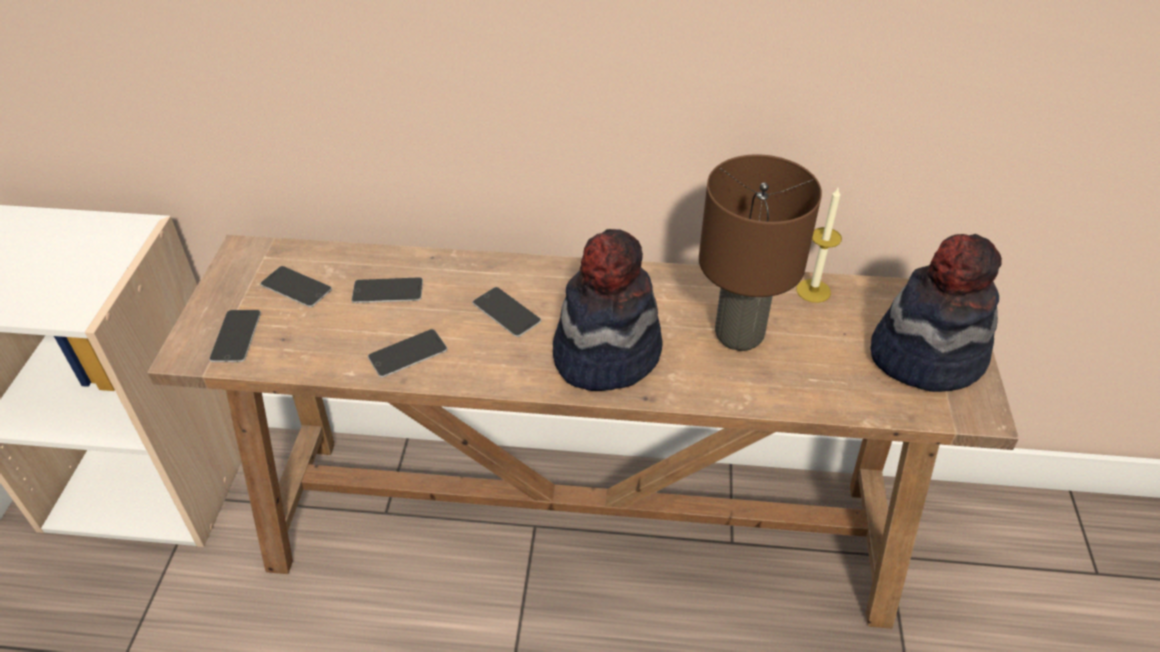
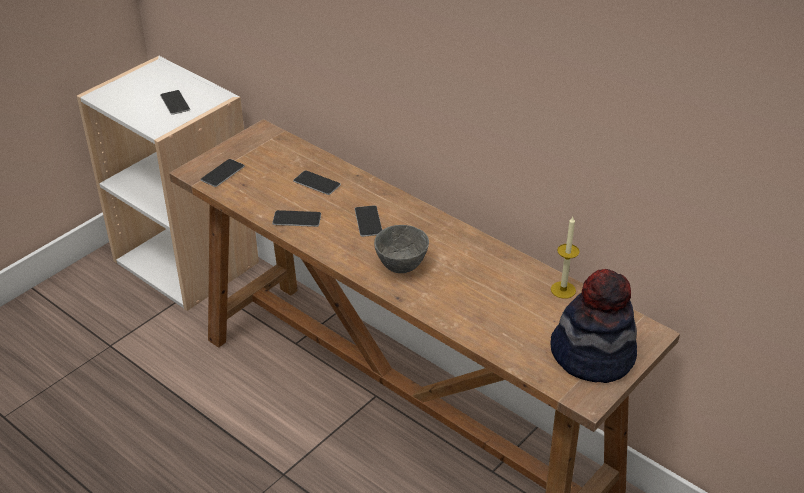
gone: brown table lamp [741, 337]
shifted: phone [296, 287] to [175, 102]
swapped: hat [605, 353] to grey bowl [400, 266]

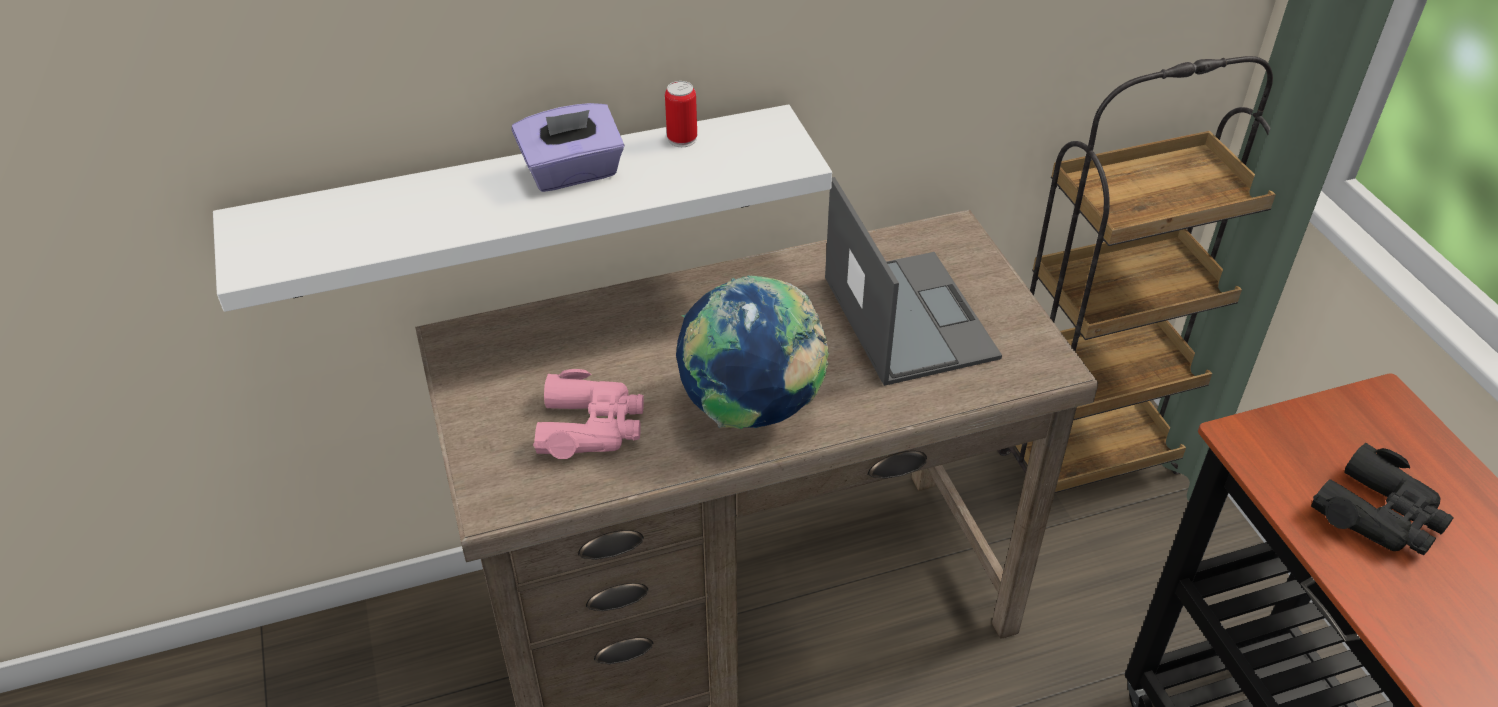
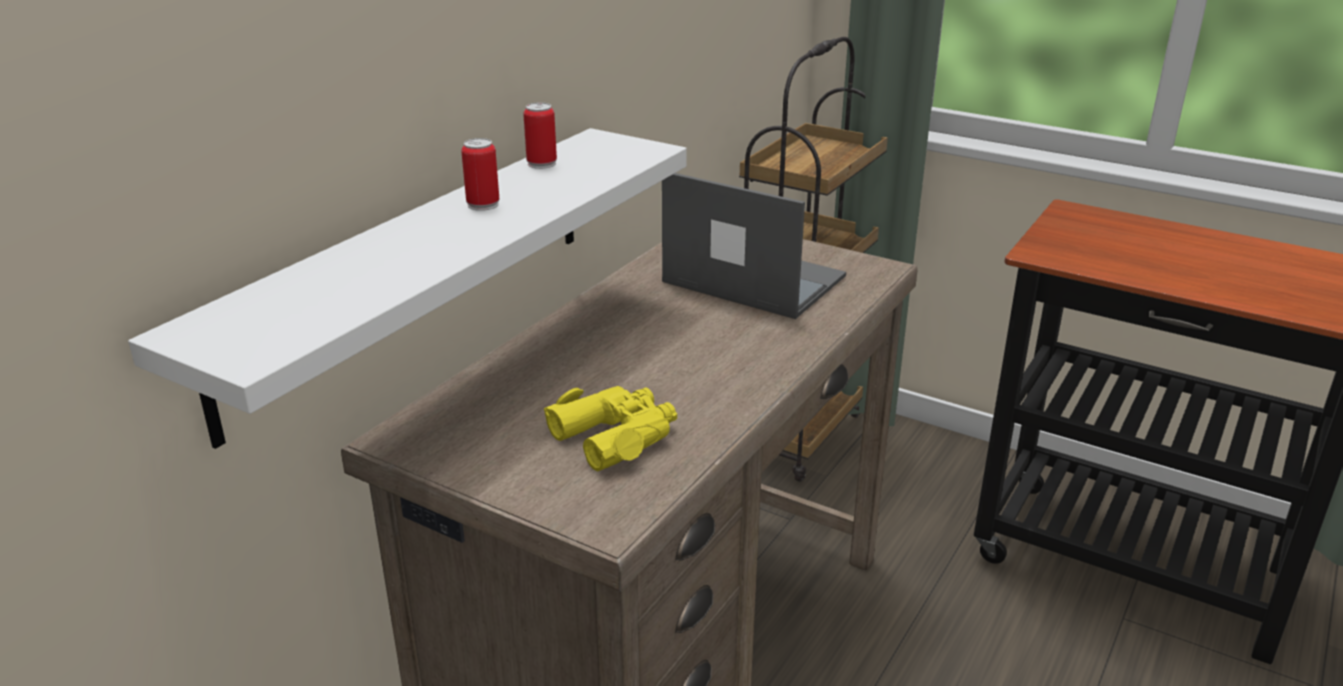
gone: globe [751, 409]; black binoculars [1379, 515]
swapped: purple tissue box [572, 173] to can [483, 204]
repainted: pink binoculars [591, 426] to yellow binoculars [616, 435]

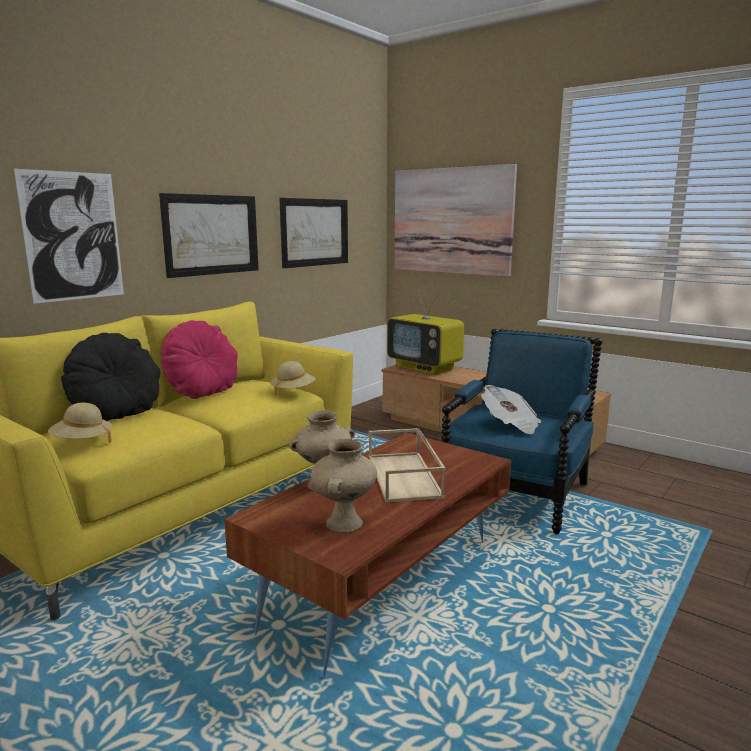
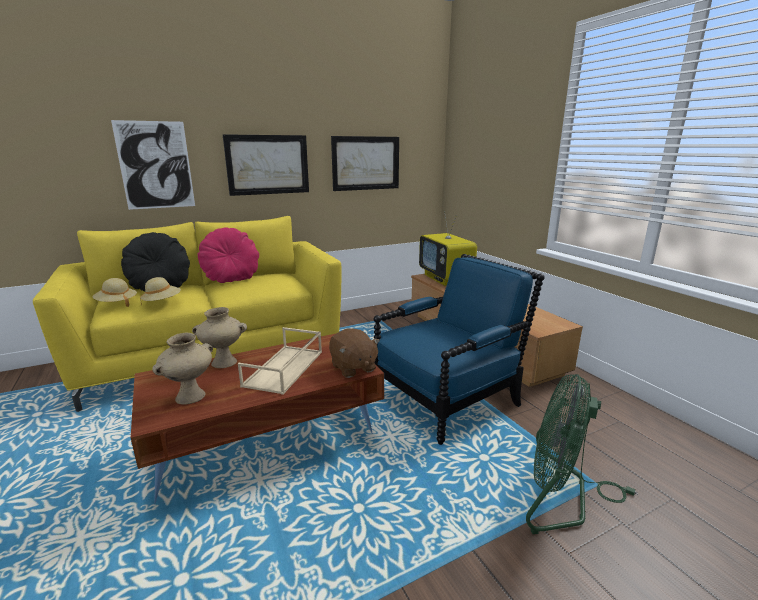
gone: picture [451, 221]; newspaper [510, 425]
new: brown plush toy [353, 367]; green fan [563, 492]
shifted: beige hat [293, 391] to [162, 302]

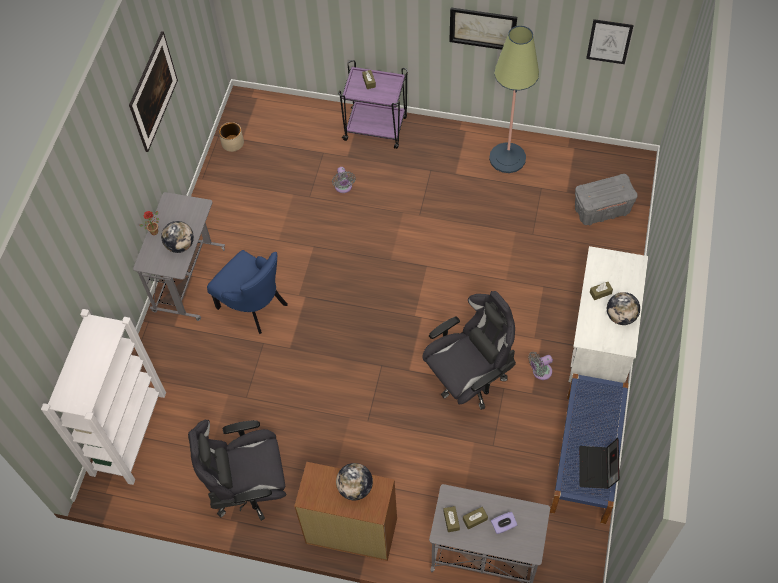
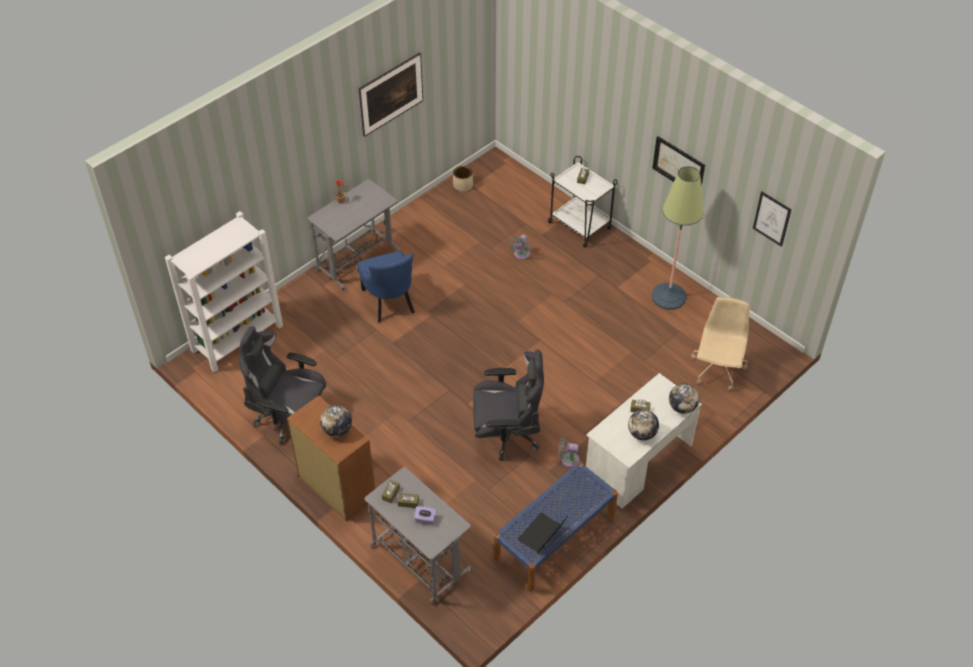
shifted: globe [180, 245] to [682, 407]
swapped: grey storage box [602, 210] to beige office chair [717, 372]
repainted: purple cart [376, 129] to white cart [580, 226]

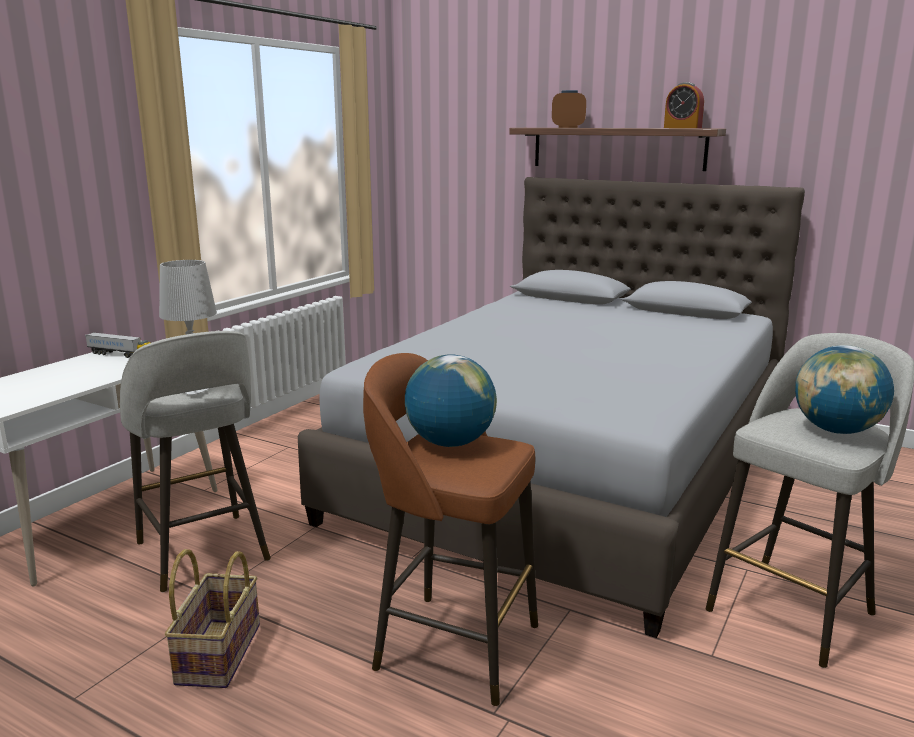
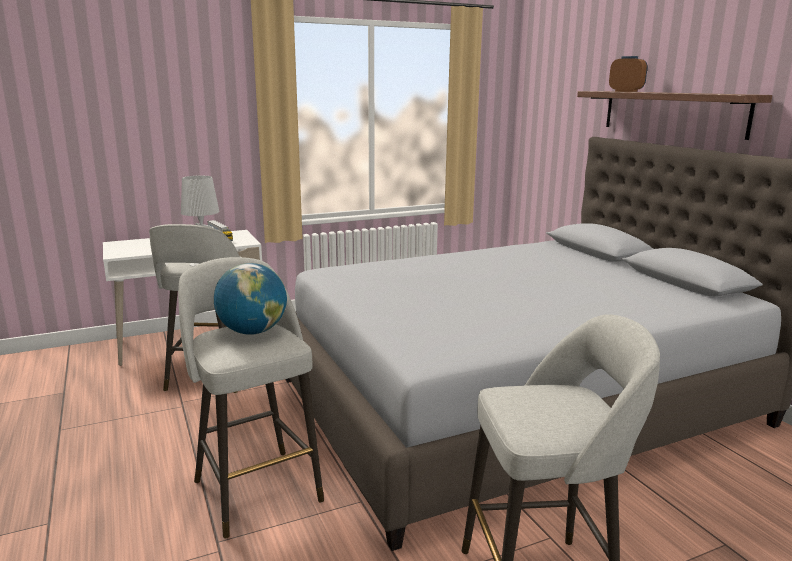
gone: basket [217, 653]; alarm clock [682, 128]; globe [836, 430]
repainted: brown stool [453, 645] to grey stool [256, 488]

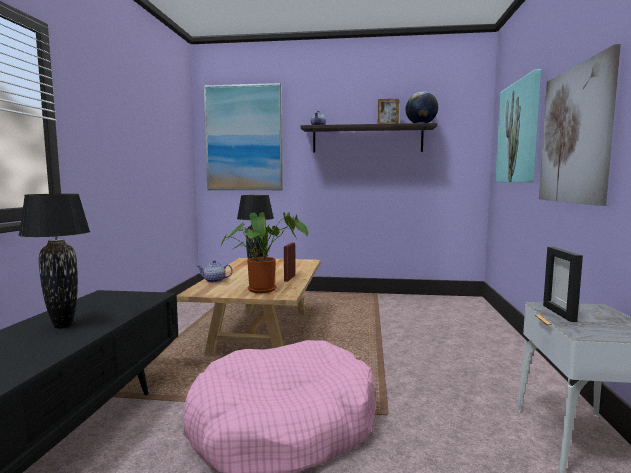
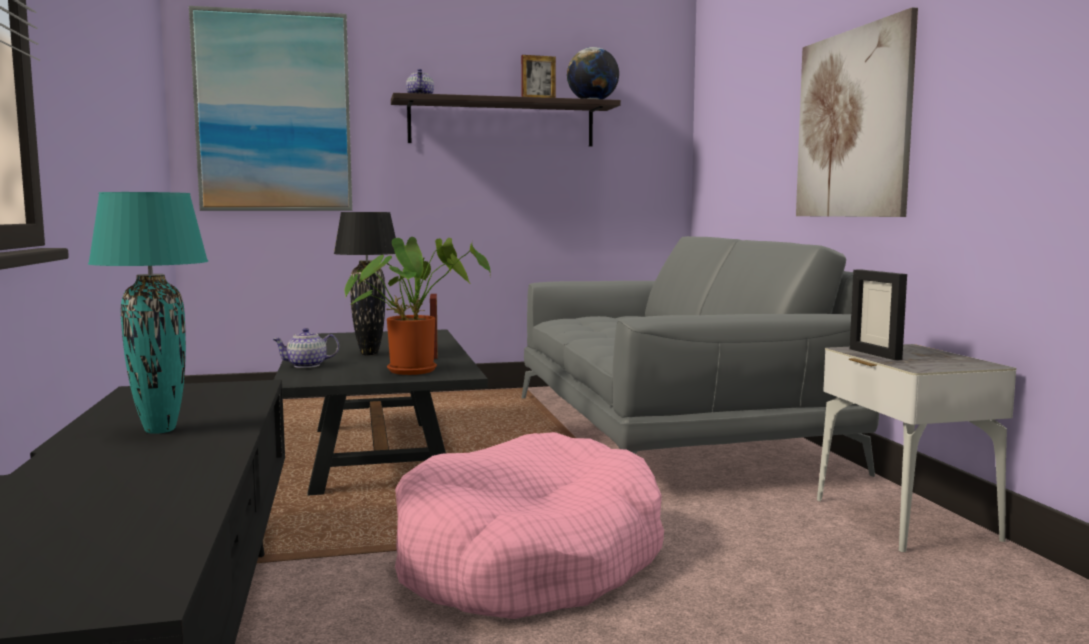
gone: picture [519, 132]
new: grey sofa [669, 432]
repainted: black table lamp [62, 326] to turquoise table lamp [160, 430]; beige coffee table [262, 331] to black coffee table [379, 455]

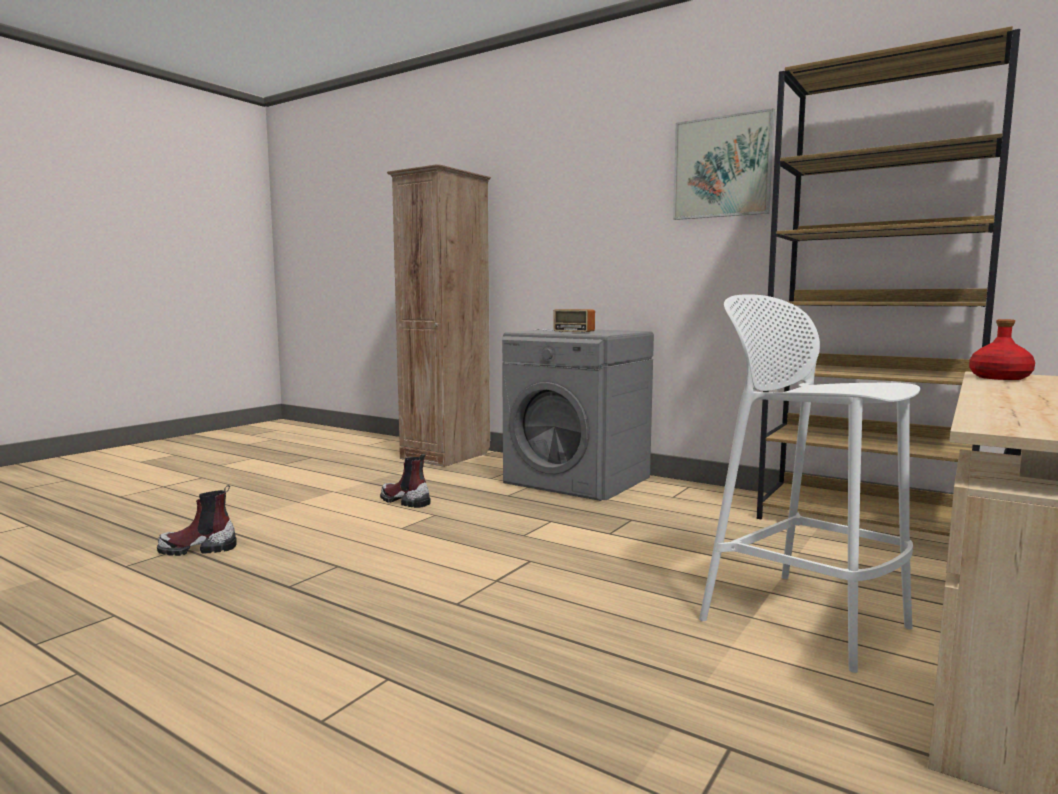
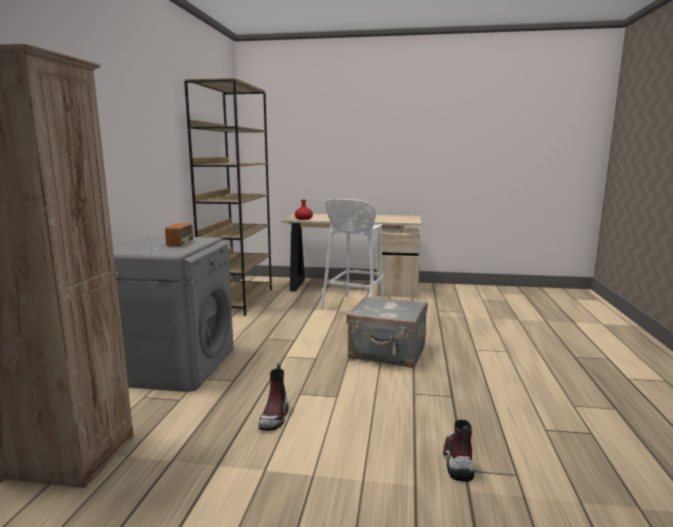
gone: picture [722, 167]
new: grey suitcase [387, 353]
rotated: boot [197, 549] = [457, 461] 135 degrees counterclockwise

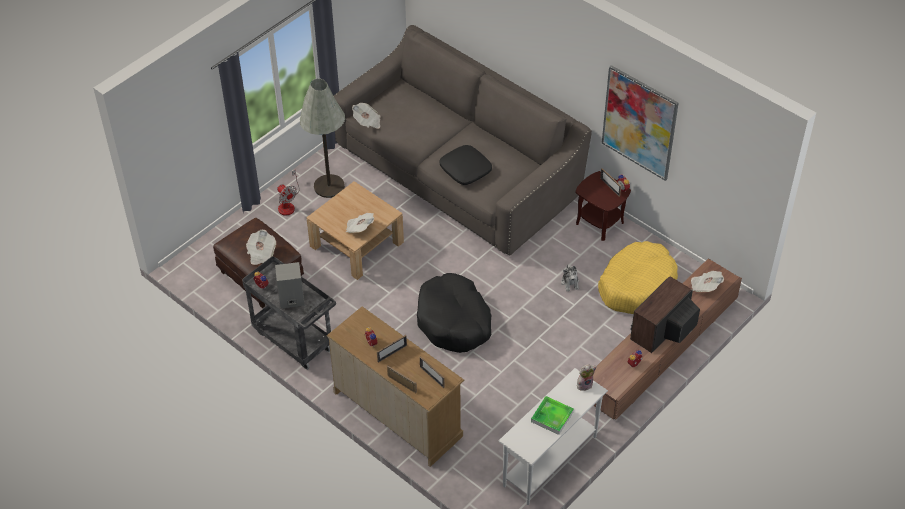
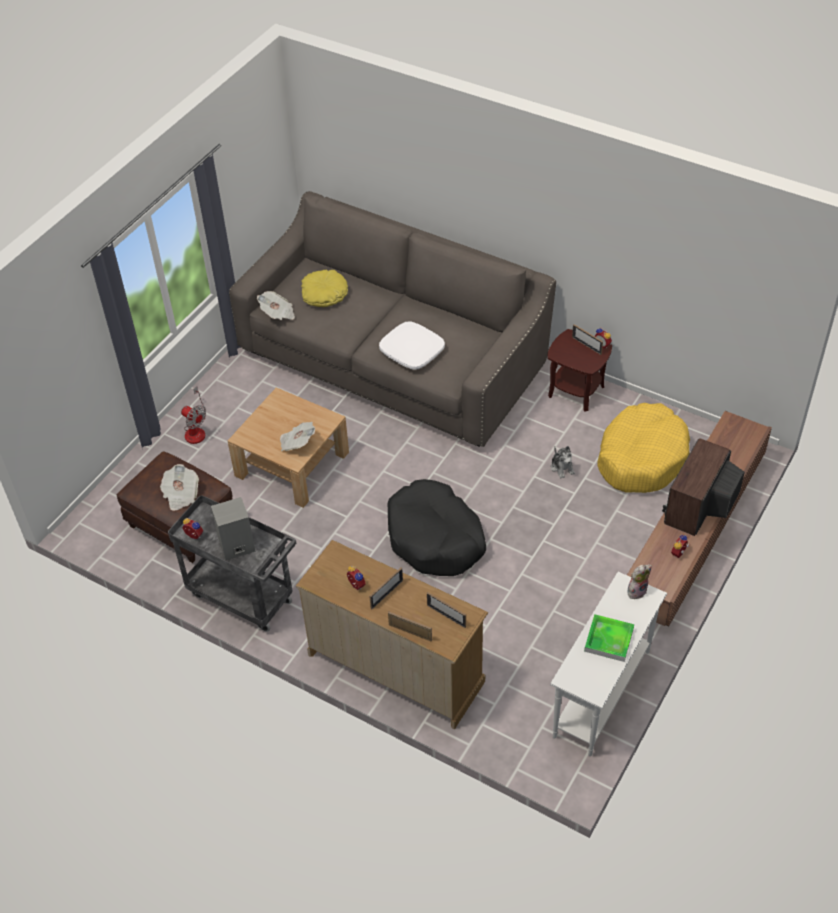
gone: grey floor lamp [329, 186]; picture [639, 123]; newspaper [705, 287]
new: yellow pillow [325, 294]
repainted: black pillow [466, 169] to white pillow [412, 351]

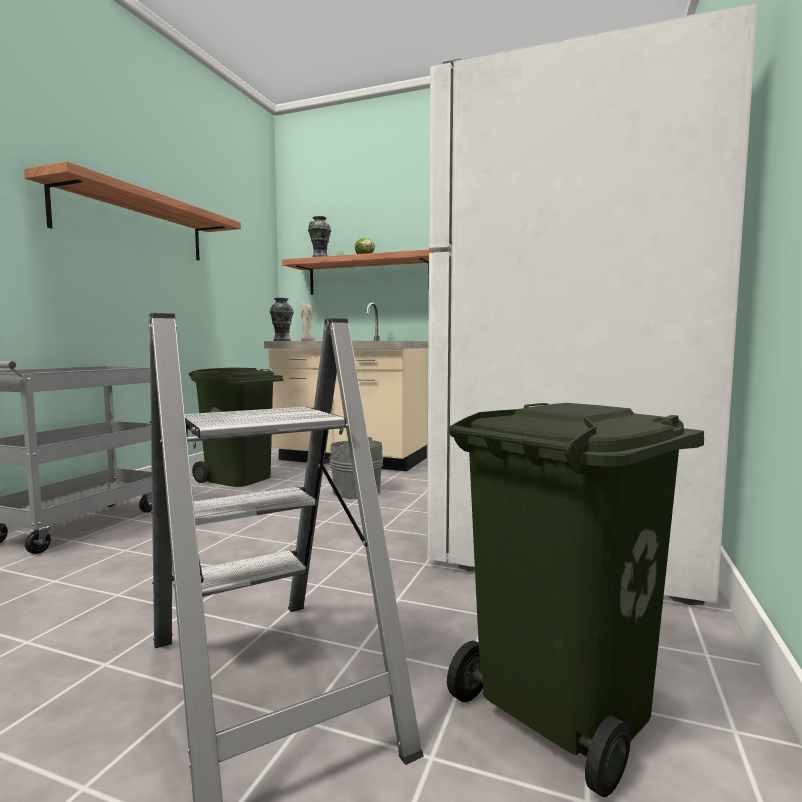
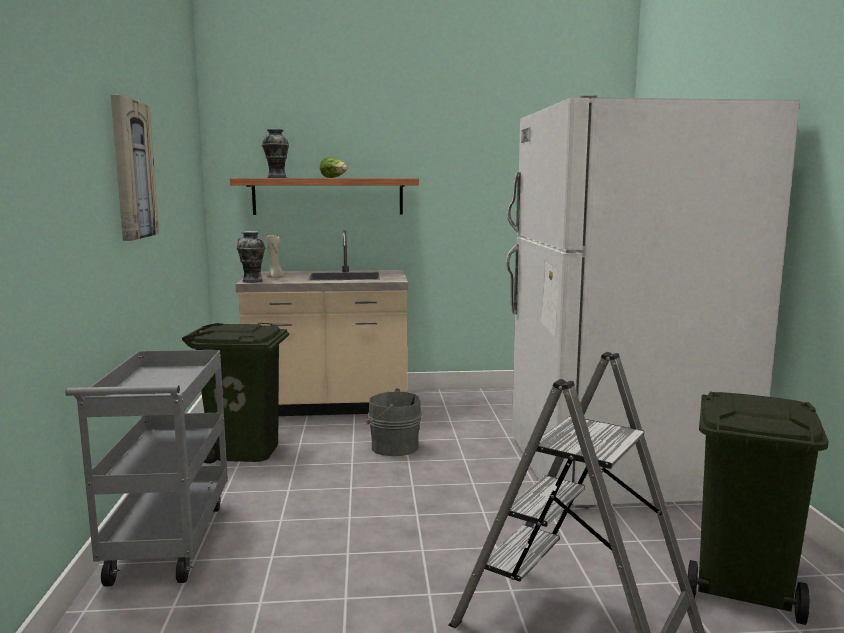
swapped: shelf [133, 224] to picture [132, 170]

